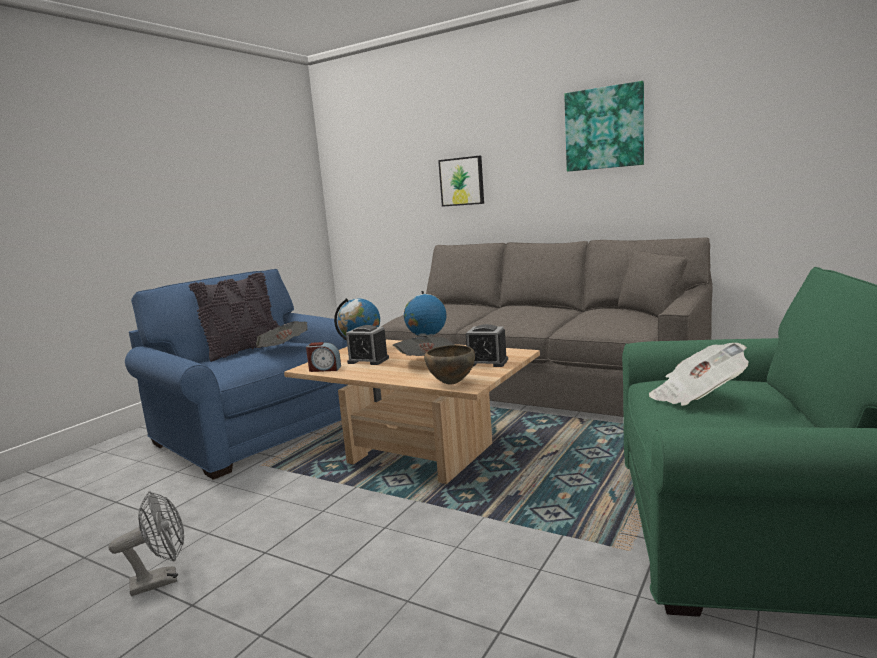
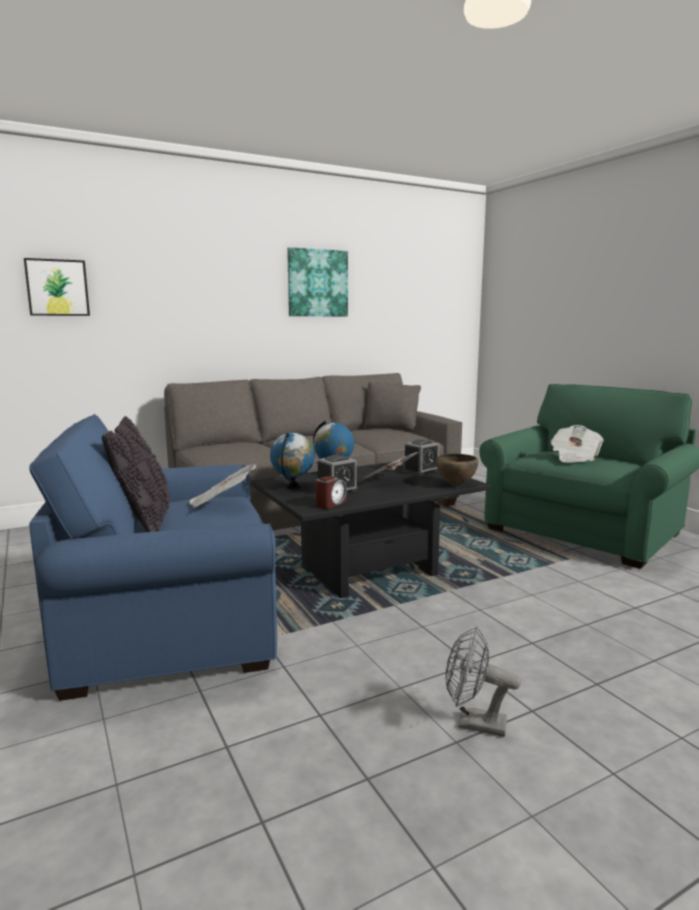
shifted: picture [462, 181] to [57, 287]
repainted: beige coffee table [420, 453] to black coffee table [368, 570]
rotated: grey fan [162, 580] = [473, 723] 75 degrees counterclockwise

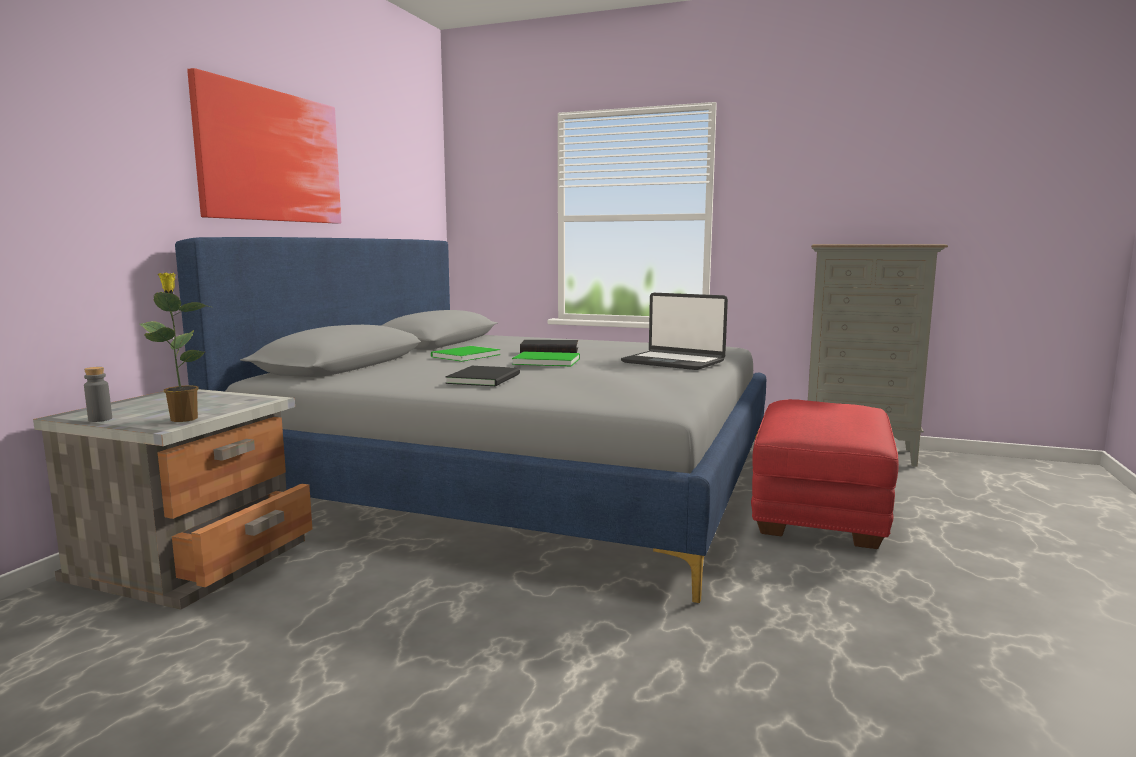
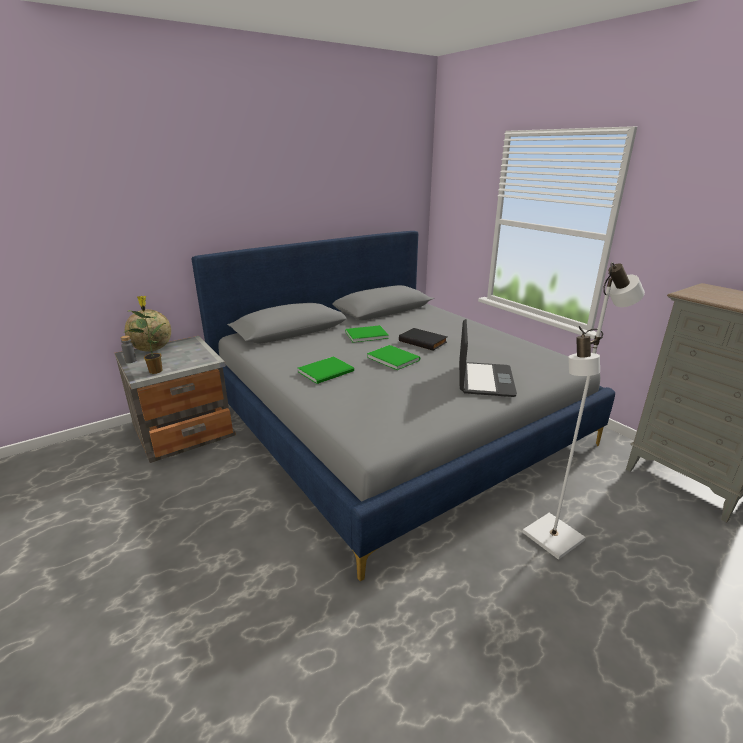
gone: picture [271, 156]
new: globe [152, 349]
swapped: red ottoman [817, 511] to white floor lamp [552, 536]
repainted: black book [486, 378] to green book [328, 371]
rotated: laptop [673, 362] = [484, 380] 150 degrees counterclockwise

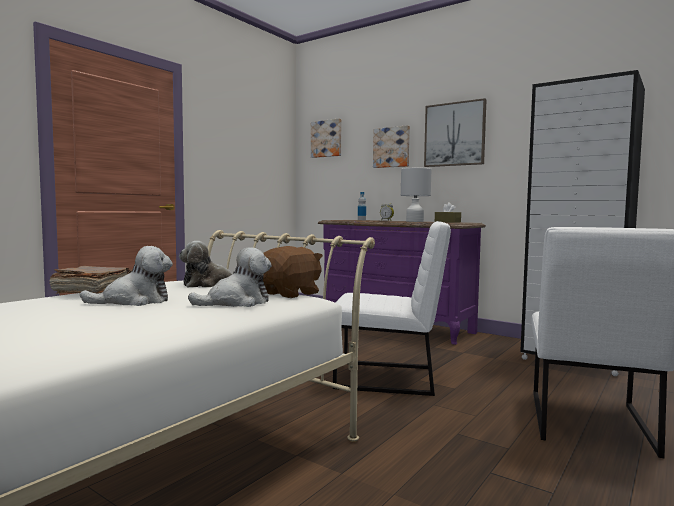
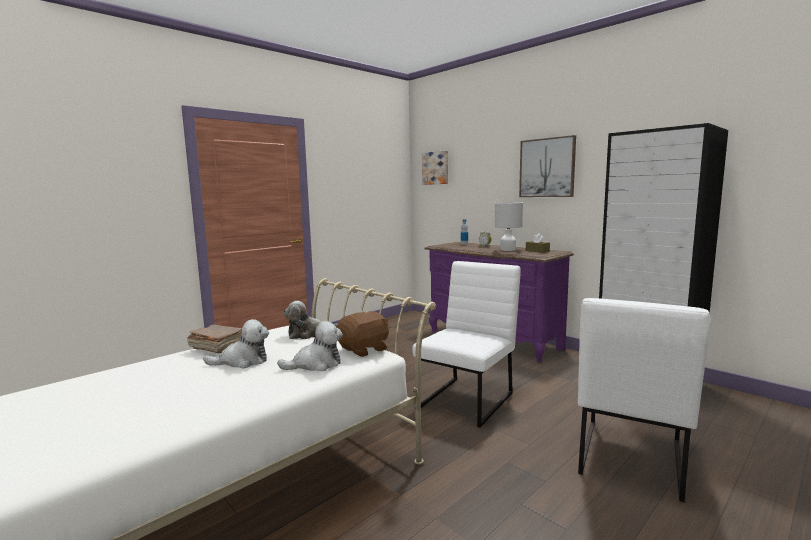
gone: picture [392, 147]
rotated: white chair [389, 378] = [468, 399] 75 degrees counterclockwise

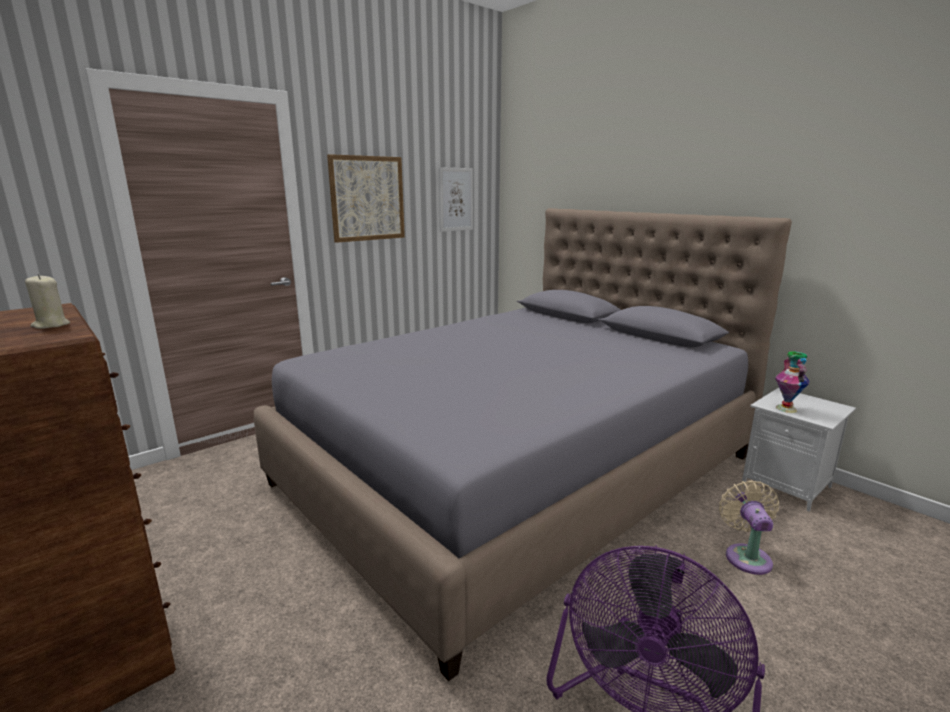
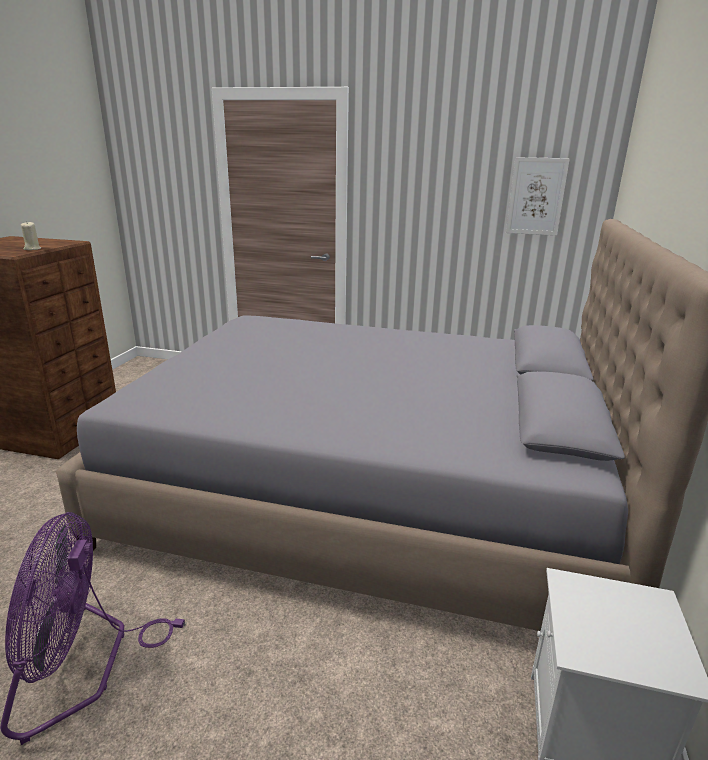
gone: picture [367, 197]; beige fan [746, 556]; vase [786, 409]

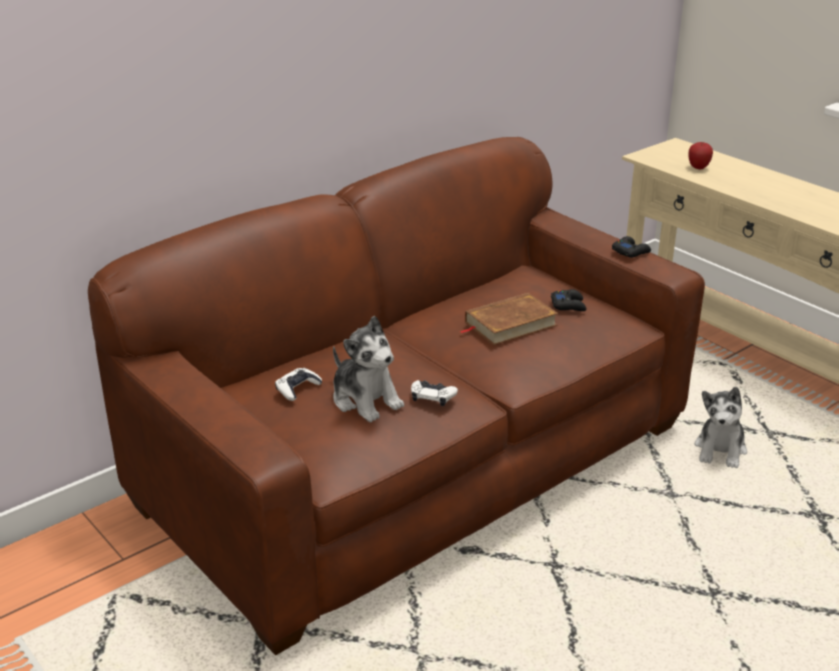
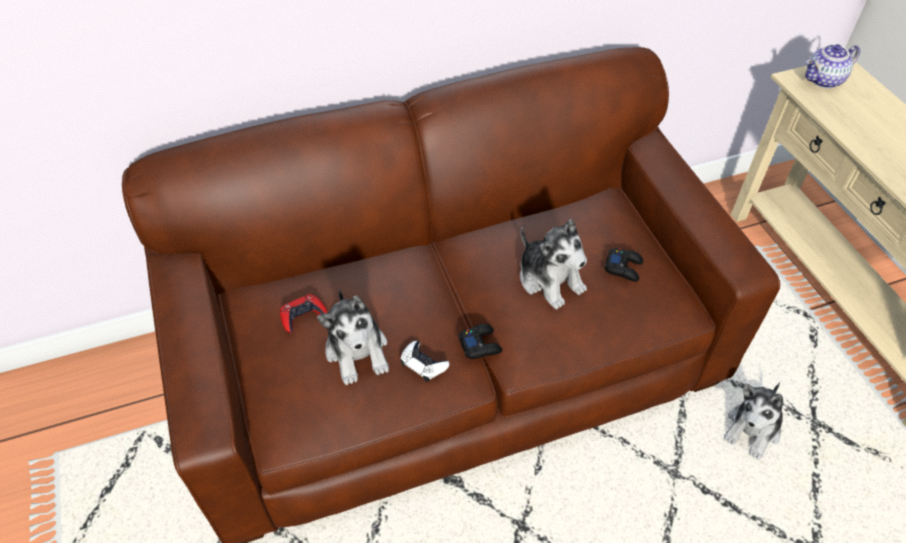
gone: apple [698, 168]
new: teapot [823, 81]
shifted: black game controller [630, 252] to [480, 344]
swapped: brown book [510, 324] to plush toy [550, 279]
repainted: white game controller [297, 388] to red game controller [303, 316]

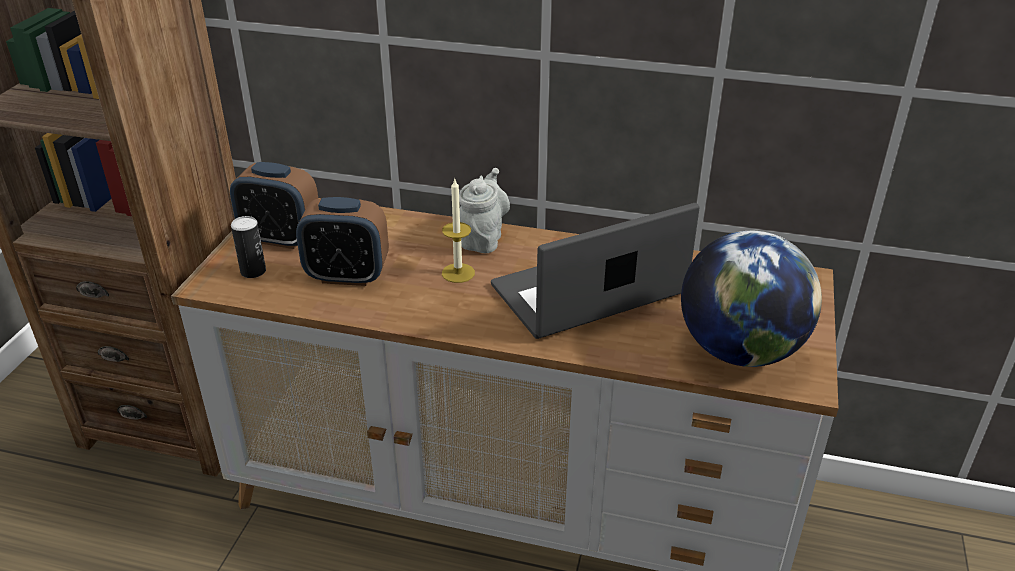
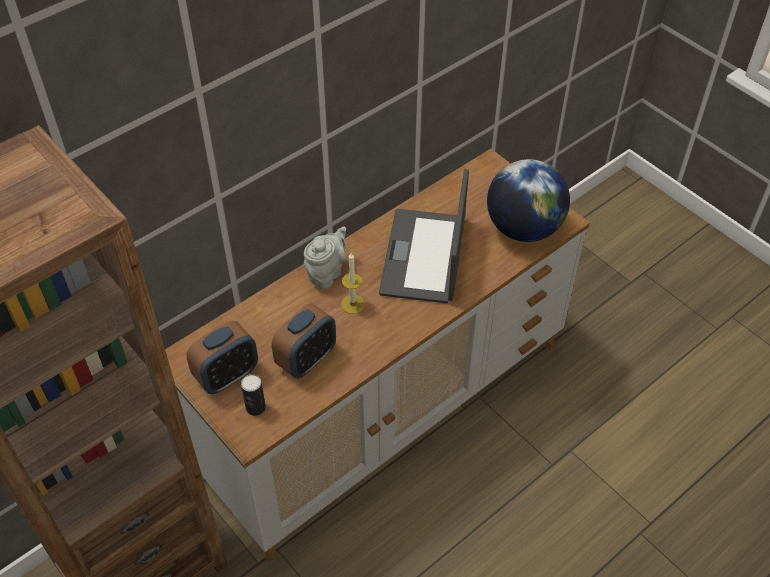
rotated: grey teapot [482, 239] = [326, 273] 75 degrees clockwise

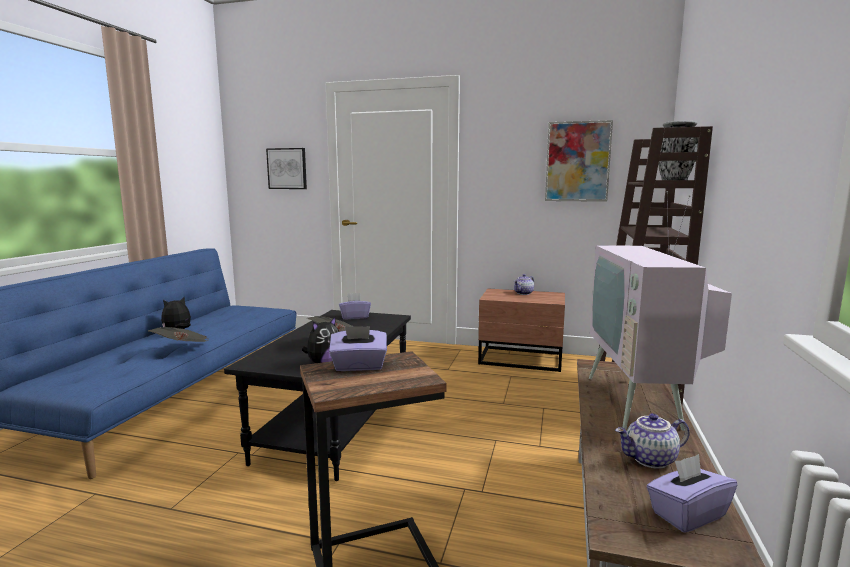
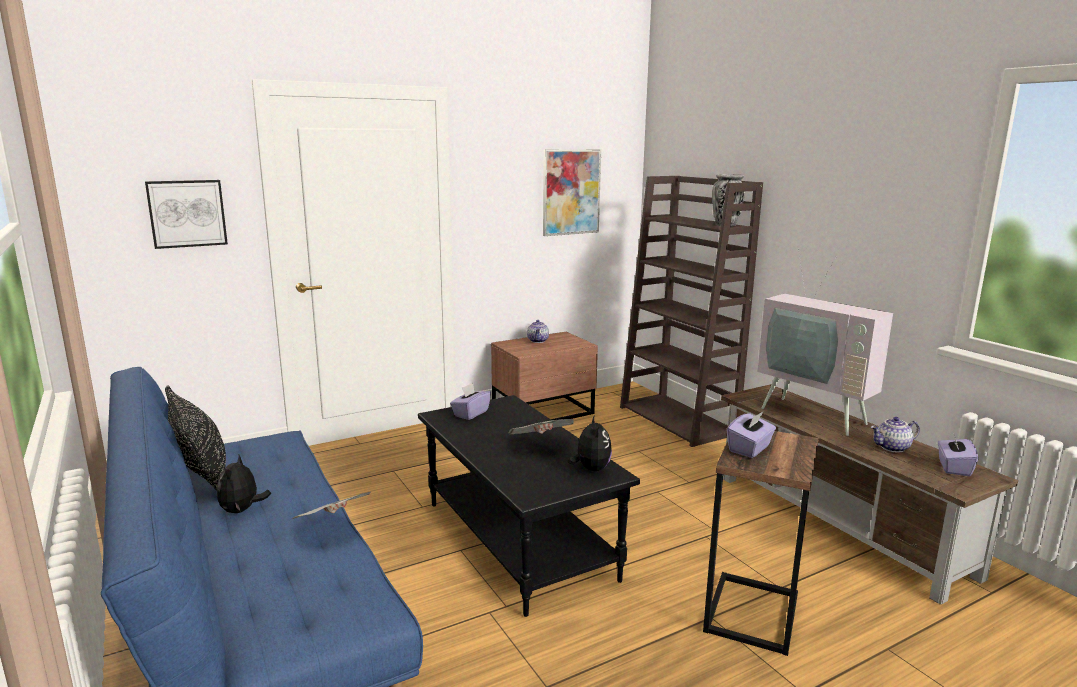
new: black pillow [201, 472]
rotated: teapot [650, 460] = [892, 448] 45 degrees clockwise

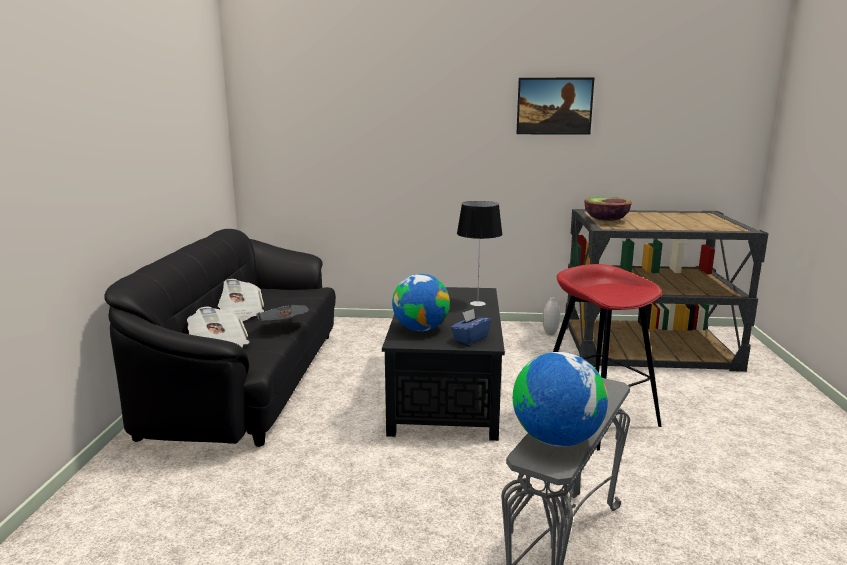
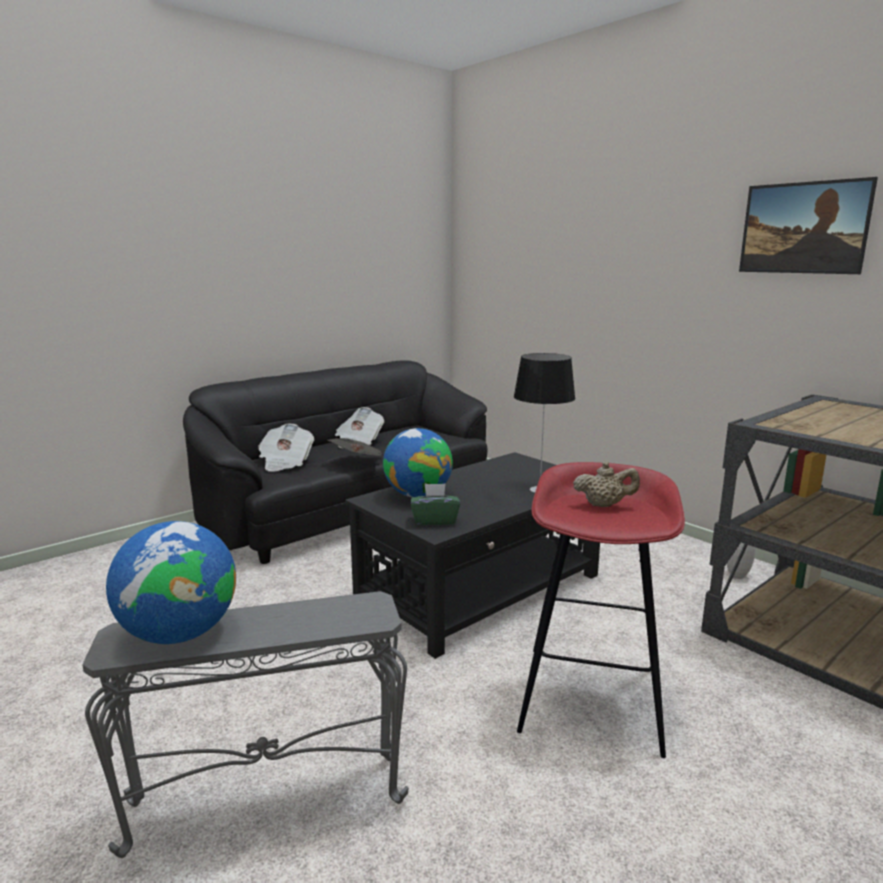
gone: bowl [606, 220]
new: beige teapot [604, 505]
repainted: blue tissue box [470, 339] to green tissue box [435, 520]

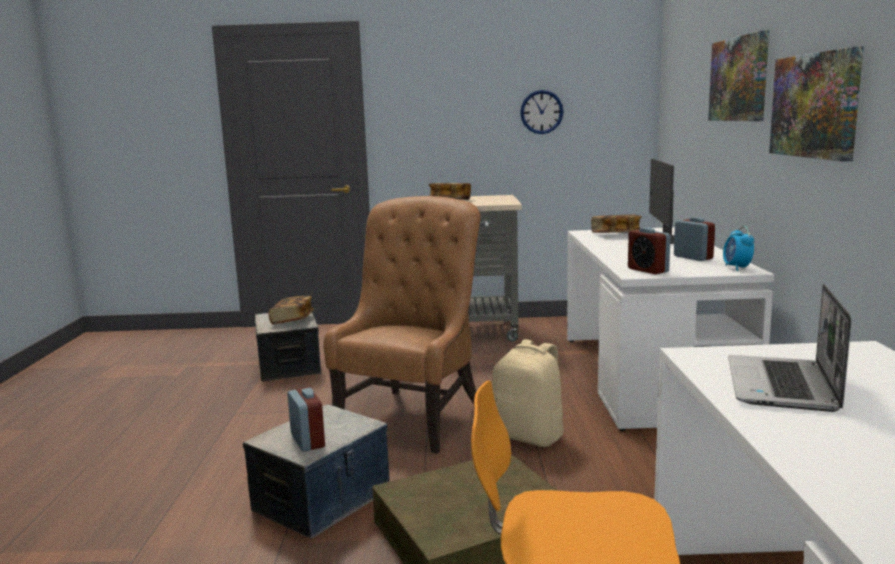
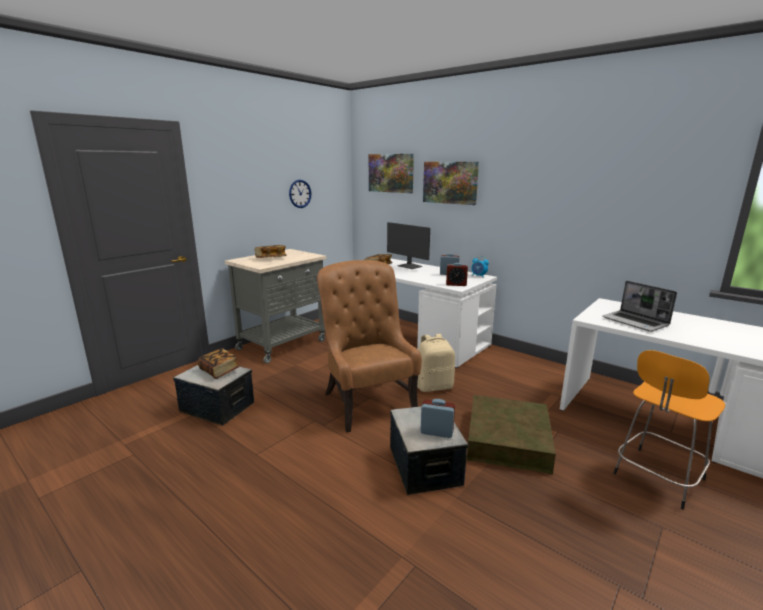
shifted: picture [815, 105] to [391, 173]

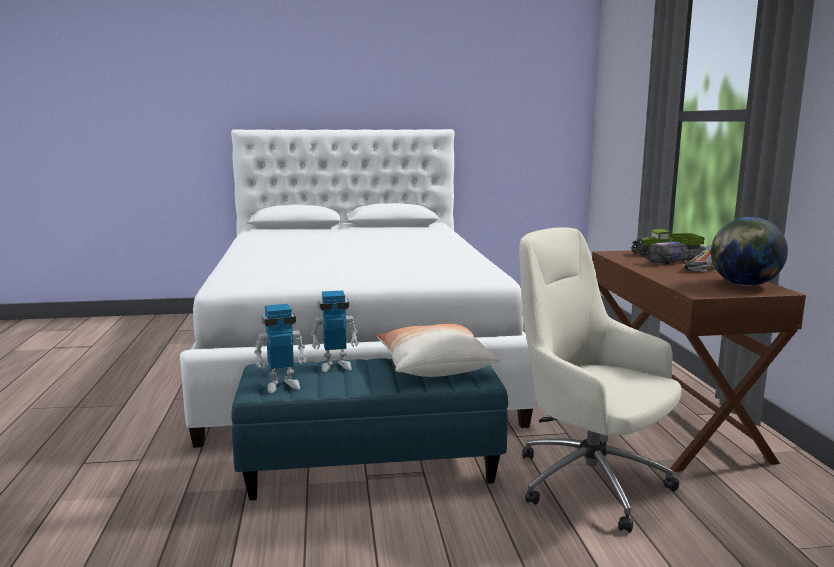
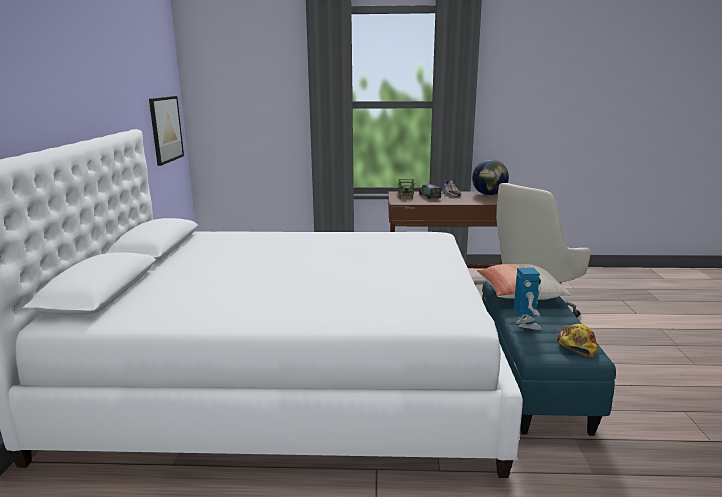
new: picture [166, 129]
swapped: toy robot [282, 385] to cap [575, 344]

